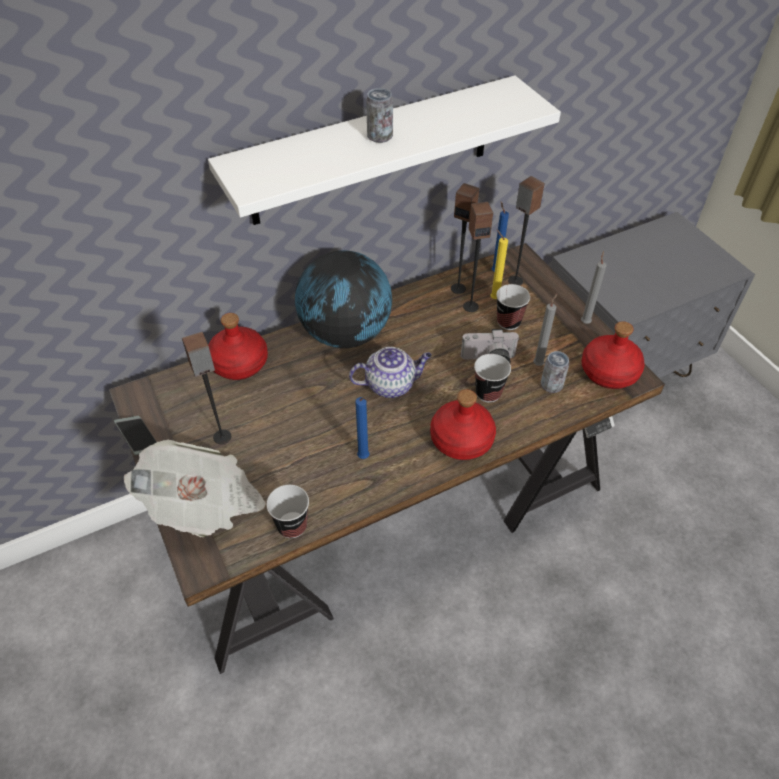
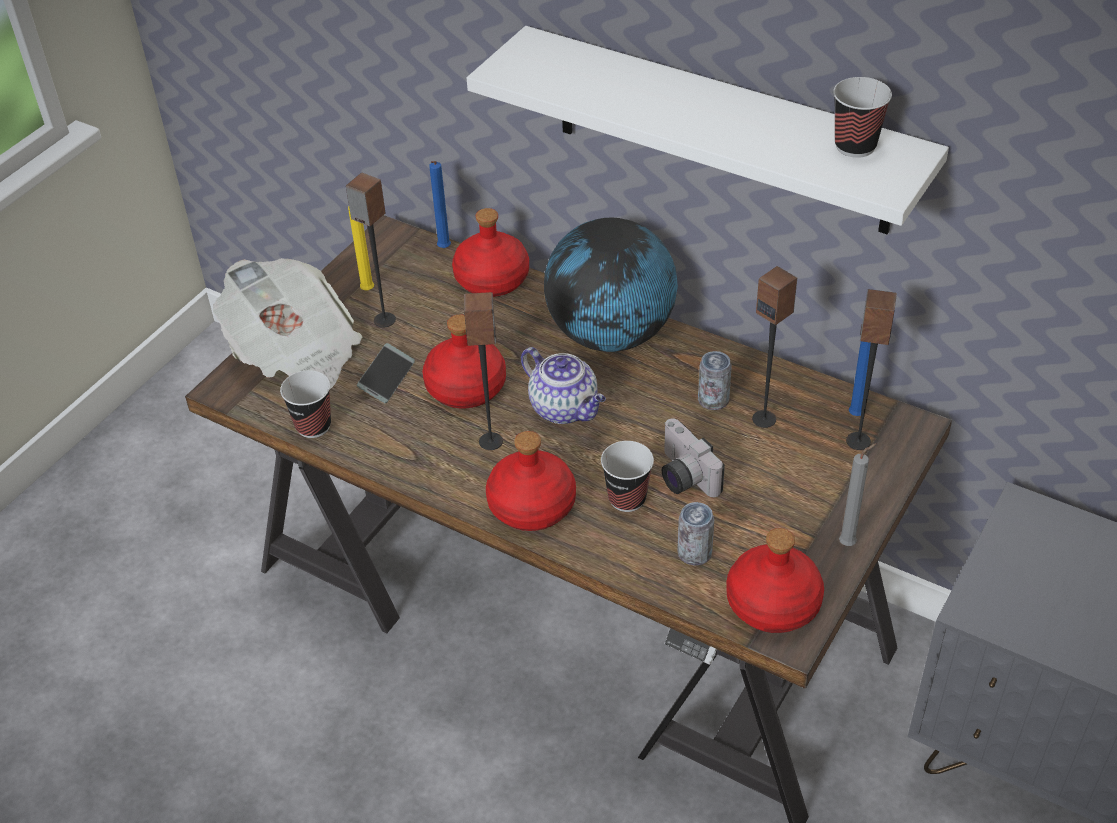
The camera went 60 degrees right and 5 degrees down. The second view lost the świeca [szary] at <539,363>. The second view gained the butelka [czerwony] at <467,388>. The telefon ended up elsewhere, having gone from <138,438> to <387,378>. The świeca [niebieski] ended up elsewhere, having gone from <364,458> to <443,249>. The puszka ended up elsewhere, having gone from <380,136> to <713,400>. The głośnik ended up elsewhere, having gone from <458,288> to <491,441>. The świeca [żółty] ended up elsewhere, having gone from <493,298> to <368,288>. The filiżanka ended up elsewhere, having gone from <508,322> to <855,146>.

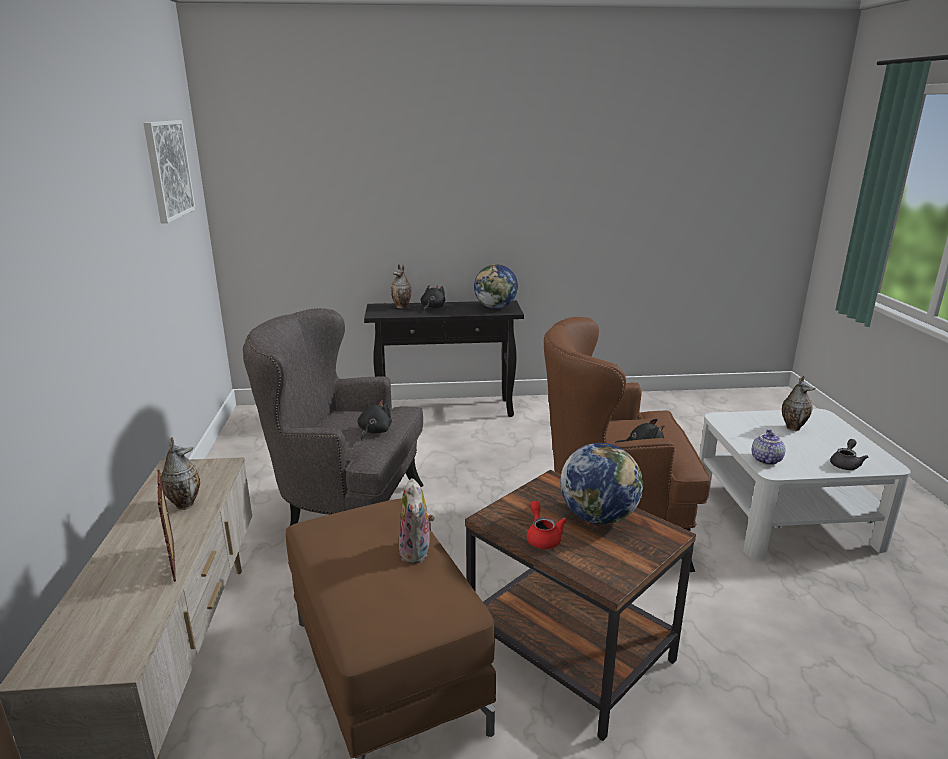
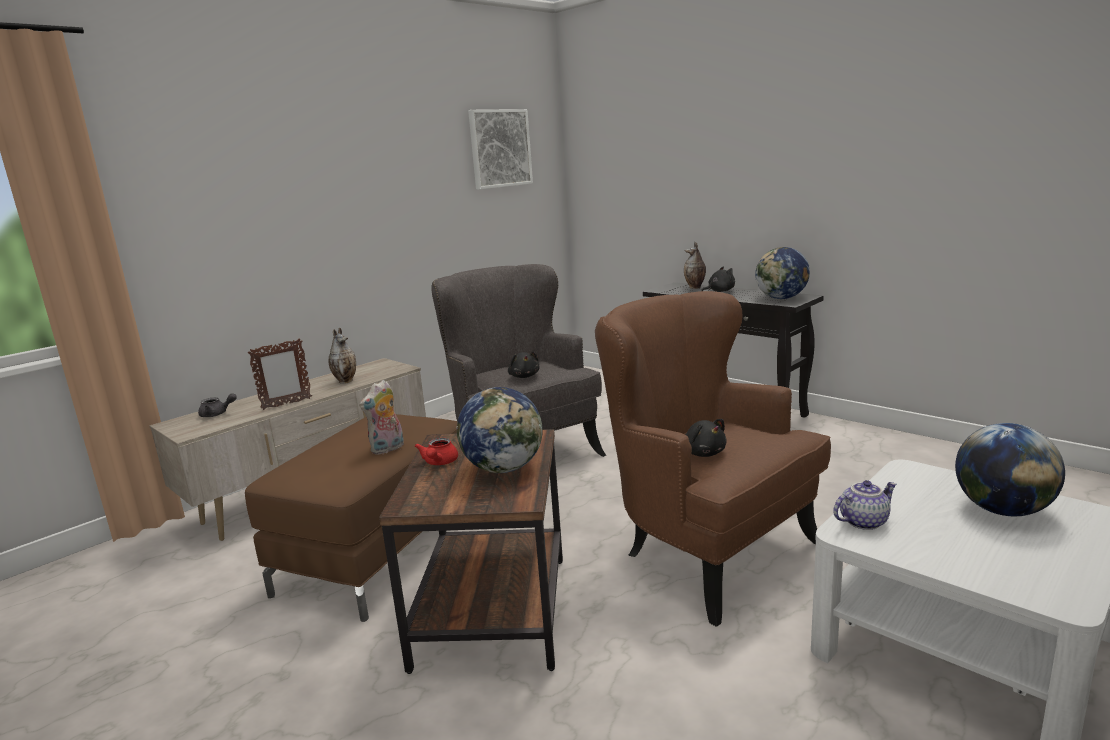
The camera went 50 degrees right and 5 degrees down. The imbryk [szary] ended up elsewhere, having gone from <845,464> to <217,414>. Where the wazon stood at <793,427>, the globus came to stand at <1002,510>. The ramka na zdjęcie at <174,561> ended up facing another way, 150 degrees counterclockwise from before. The pluszak [czarny] at <374,431> ended up facing another way, 90 degrees clockwise from before. The imbryk [czerwony] at <542,537> ended up facing another way, 150 degrees clockwise from before.

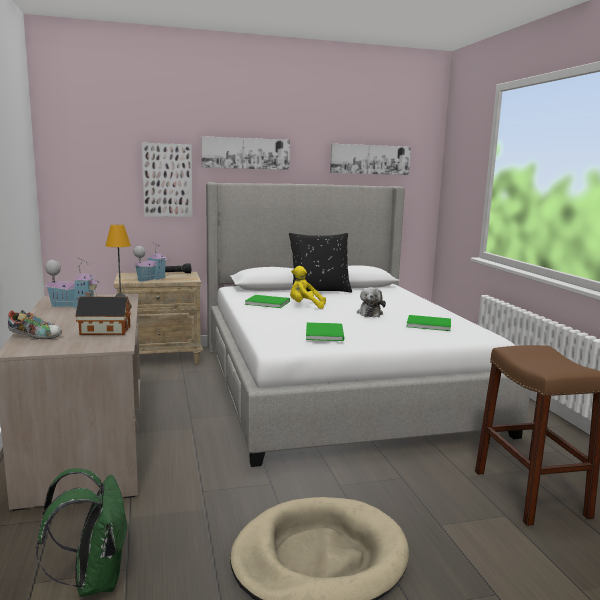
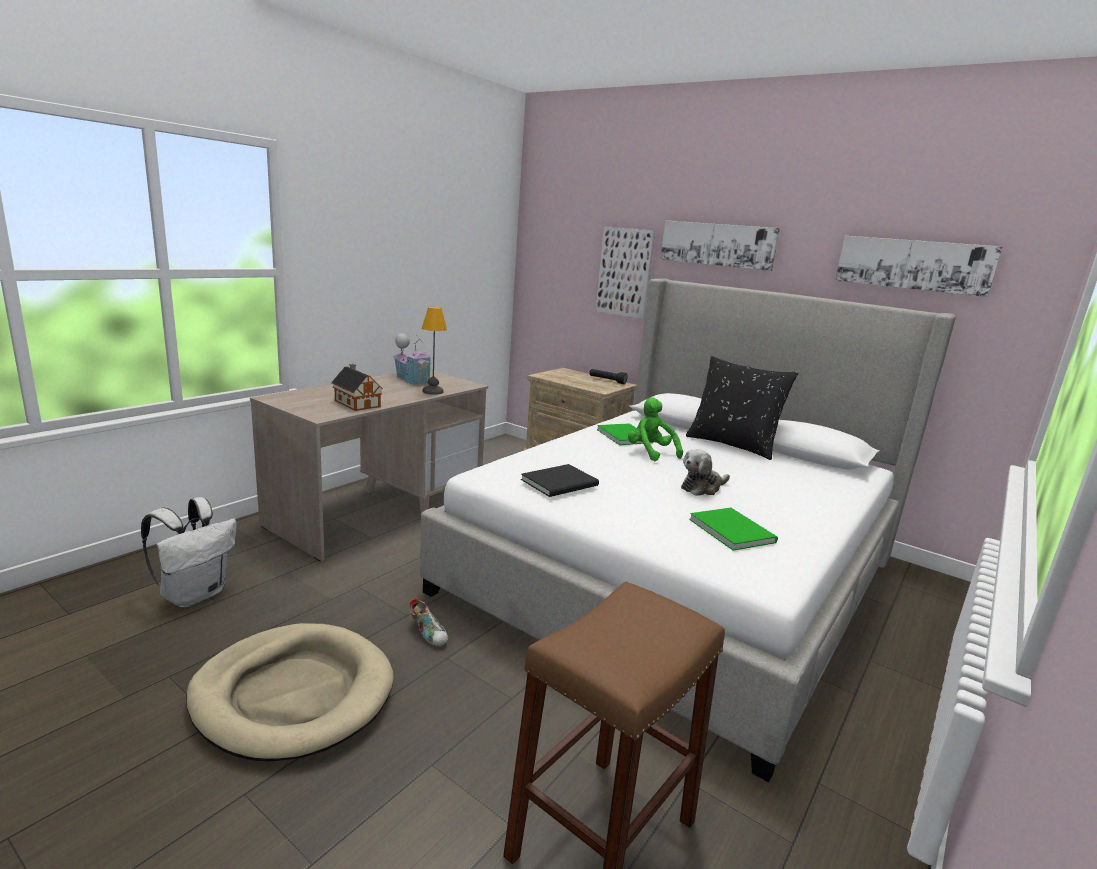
The camera went 50 degrees right and 5 degrees up. The second view lost the domek at <150,279>. The but ended up elsewhere, having gone from <35,337> to <429,633>. What was the plecak [zielony] at <94,580> turned into the plecak [biały] at <195,594>. What was the pluszak [żółty] at <305,306> turned into the pluszak [zielony] at <650,453>. What was the książka [zielony] at <325,333> turned into the książka [czarny] at <562,483>.

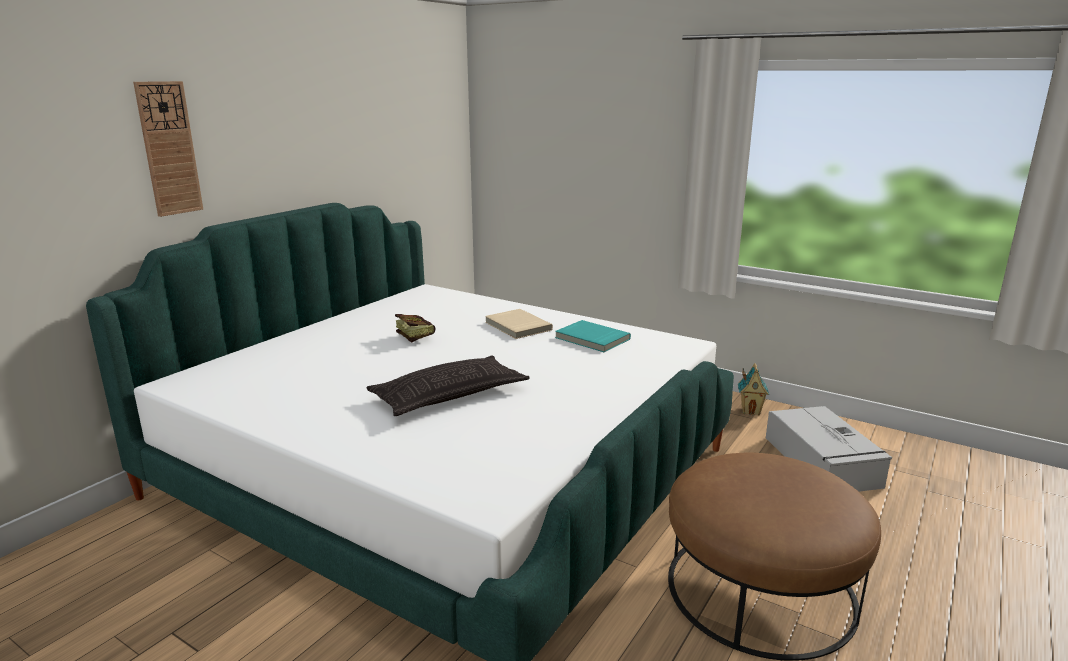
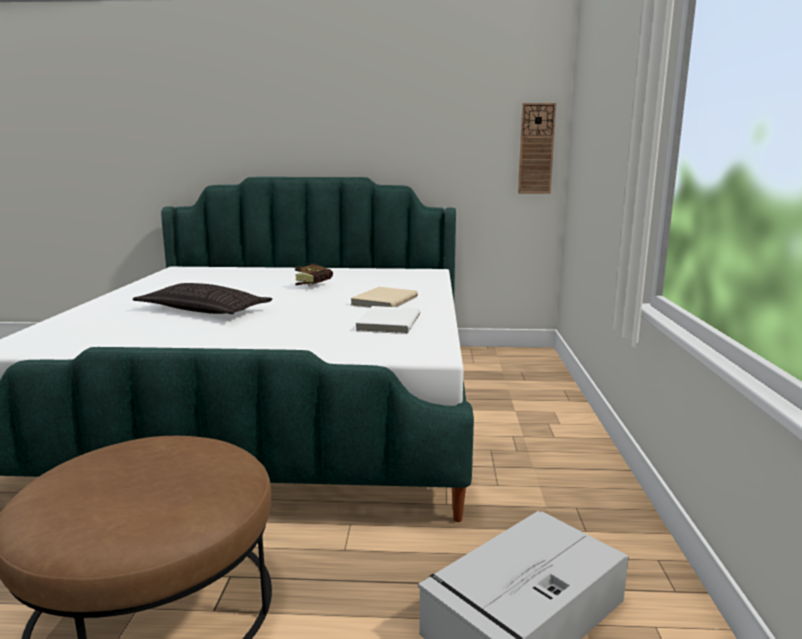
The camera went 60 degrees right and 5 degrees down. The second view lost the domek at <750,410>. The zegar ścienny ended up elsewhere, having gone from <169,149> to <536,149>. What was the książka [turkusowy] at <591,339> turned into the książka [biały] at <387,323>.

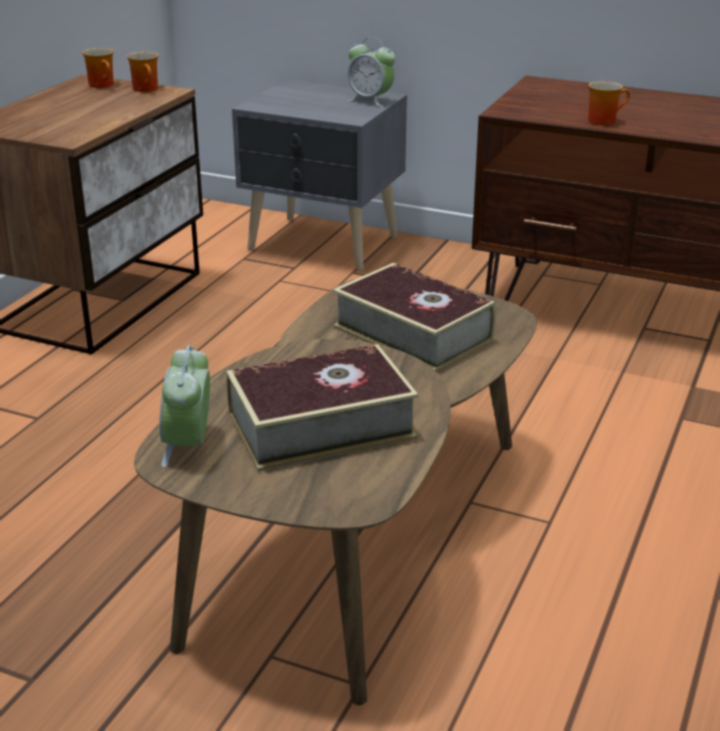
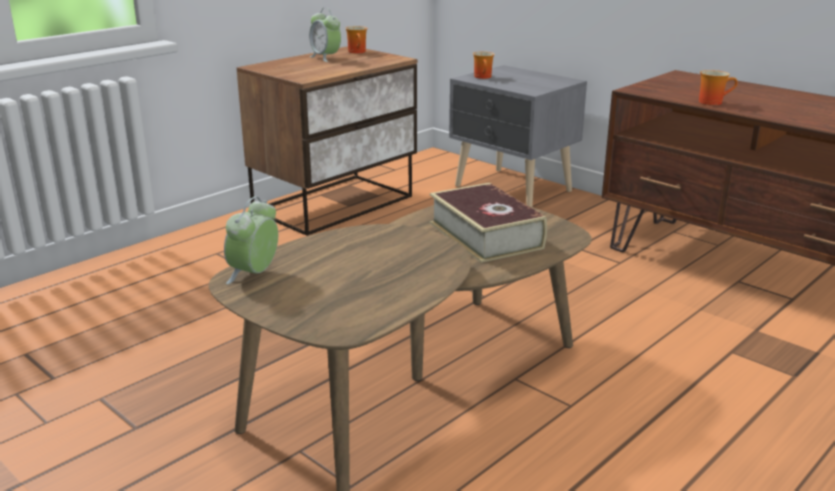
The camera went 20 degrees right and 5 degrees down. The second view lost the książka at <320,425>. The kubek ended up elsewhere, having gone from <148,89> to <484,77>. The budzik ended up elsewhere, having gone from <370,100> to <325,58>.

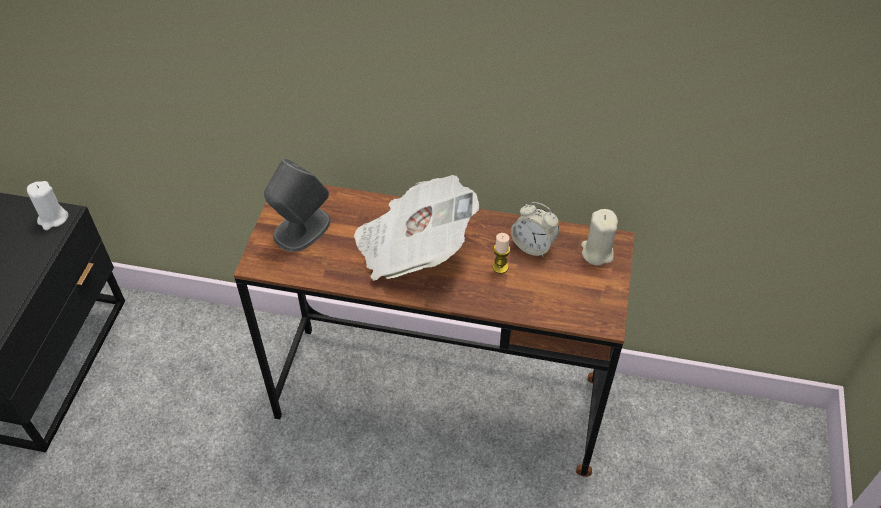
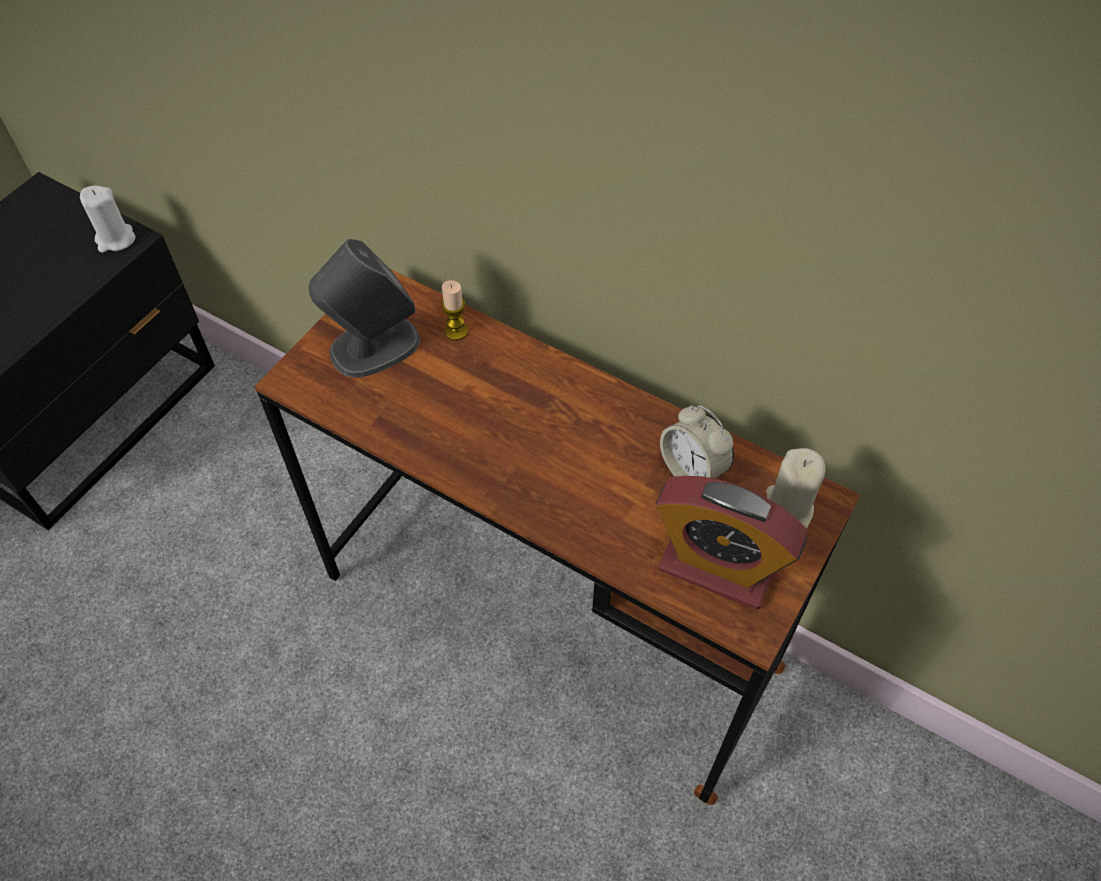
The camera went 20 degrees right and 5 degrees up. The second view lost the gazeta at <413,248>. The second view gained the budzik at <717,567>. The świeca ended up elsewhere, having gone from <500,267> to <456,332>.

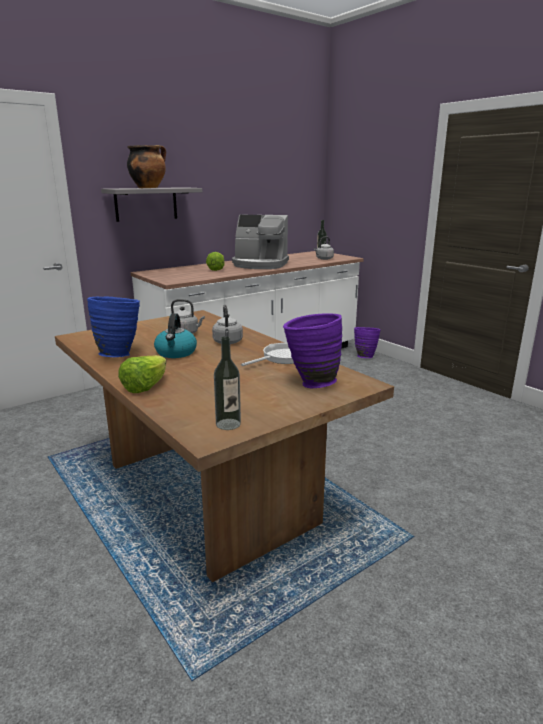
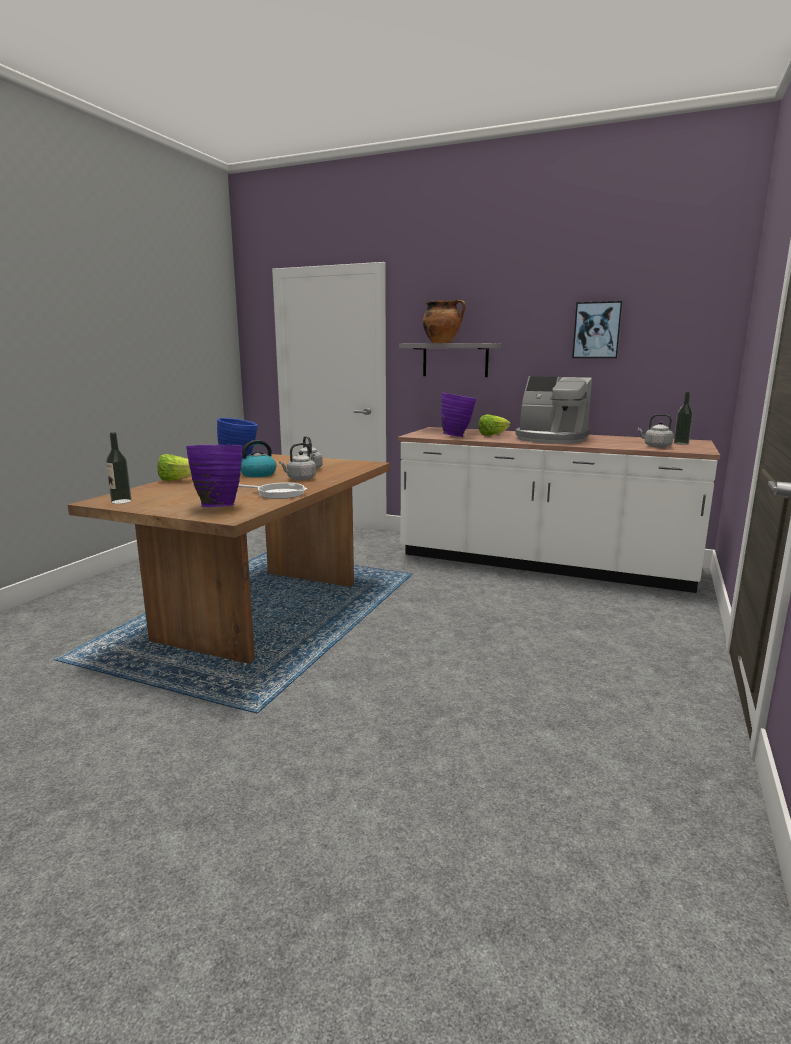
The camera went 60 degrees right and 5 degrees down. The second view gained the obraz at <597,330>. The wazon [fioletowy] ended up elsewhere, having gone from <364,356> to <457,436>. The ekspres do kawy at <260,265> ended up facing another way, 45 degrees counterclockwise from before.

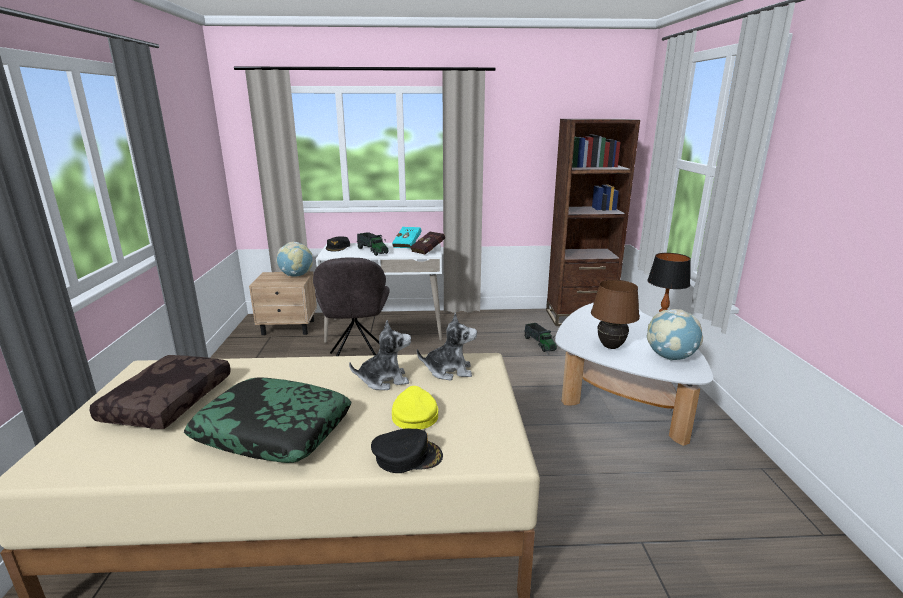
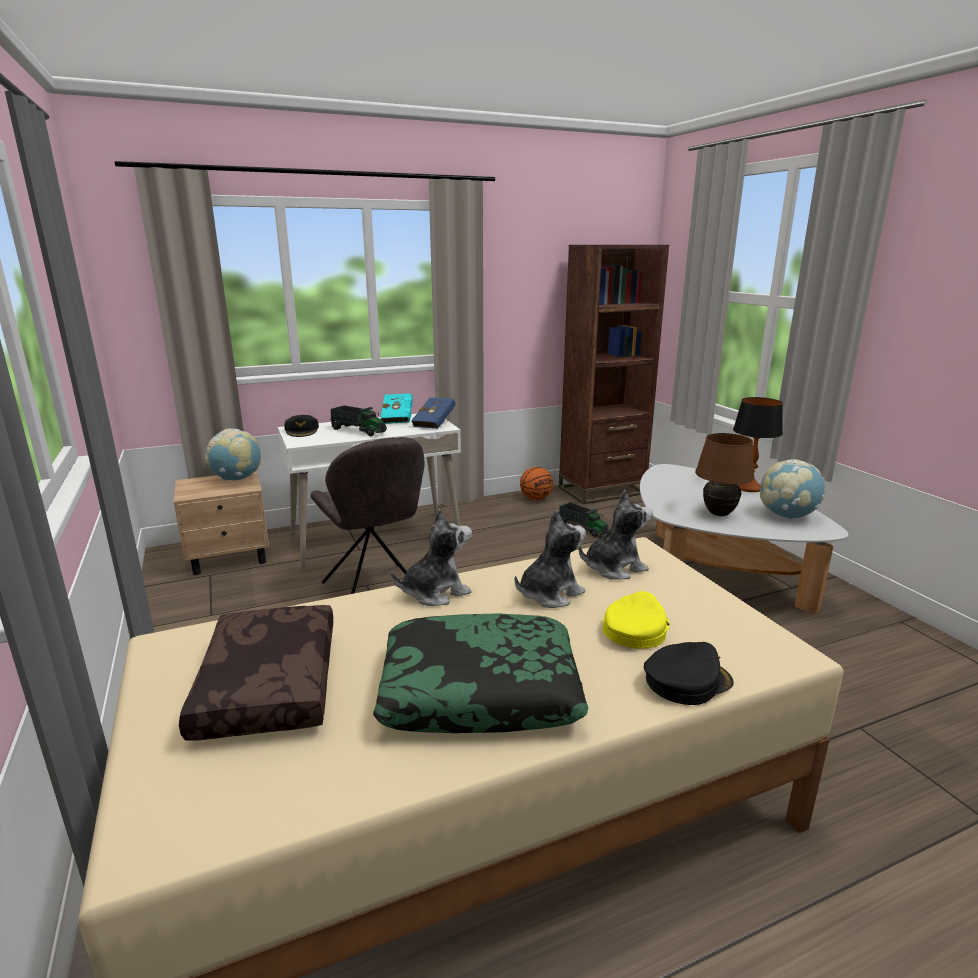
The camera went 20 degrees left and 0 degrees up. The second view gained the pluszak at <435,592>. The second view gained the piłka do koszykówki at <536,498>. What was the książka [czerwony] at <429,251> turned into the książka [niebieski] at <435,424>. The czapka z daszkiem [żółty] at <414,414> ended up facing another way, 60 degrees clockwise from before.

